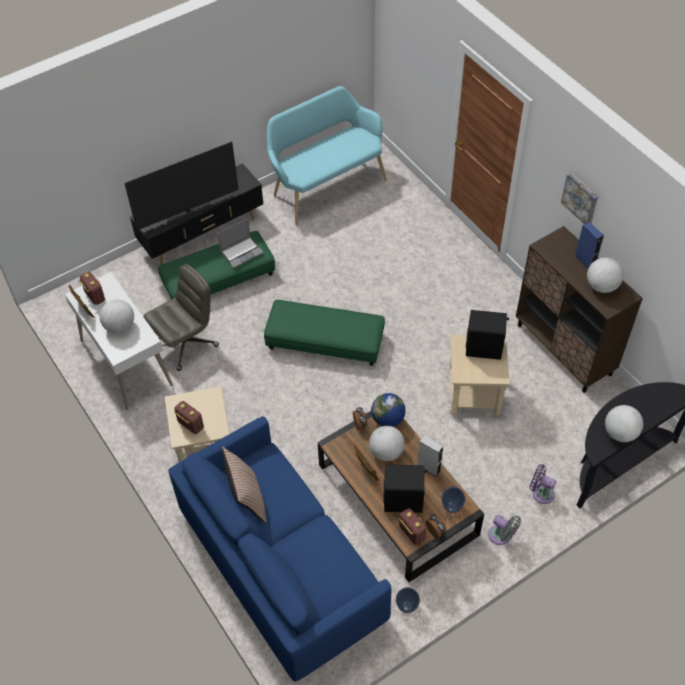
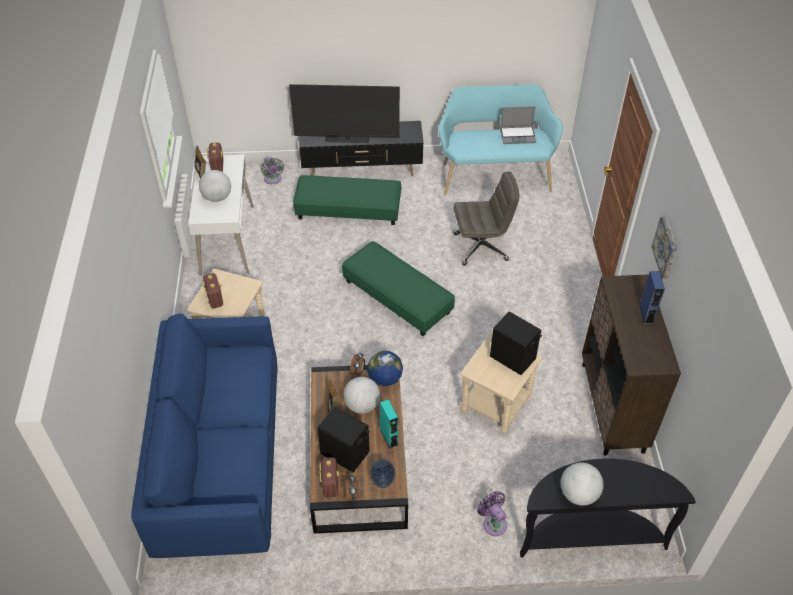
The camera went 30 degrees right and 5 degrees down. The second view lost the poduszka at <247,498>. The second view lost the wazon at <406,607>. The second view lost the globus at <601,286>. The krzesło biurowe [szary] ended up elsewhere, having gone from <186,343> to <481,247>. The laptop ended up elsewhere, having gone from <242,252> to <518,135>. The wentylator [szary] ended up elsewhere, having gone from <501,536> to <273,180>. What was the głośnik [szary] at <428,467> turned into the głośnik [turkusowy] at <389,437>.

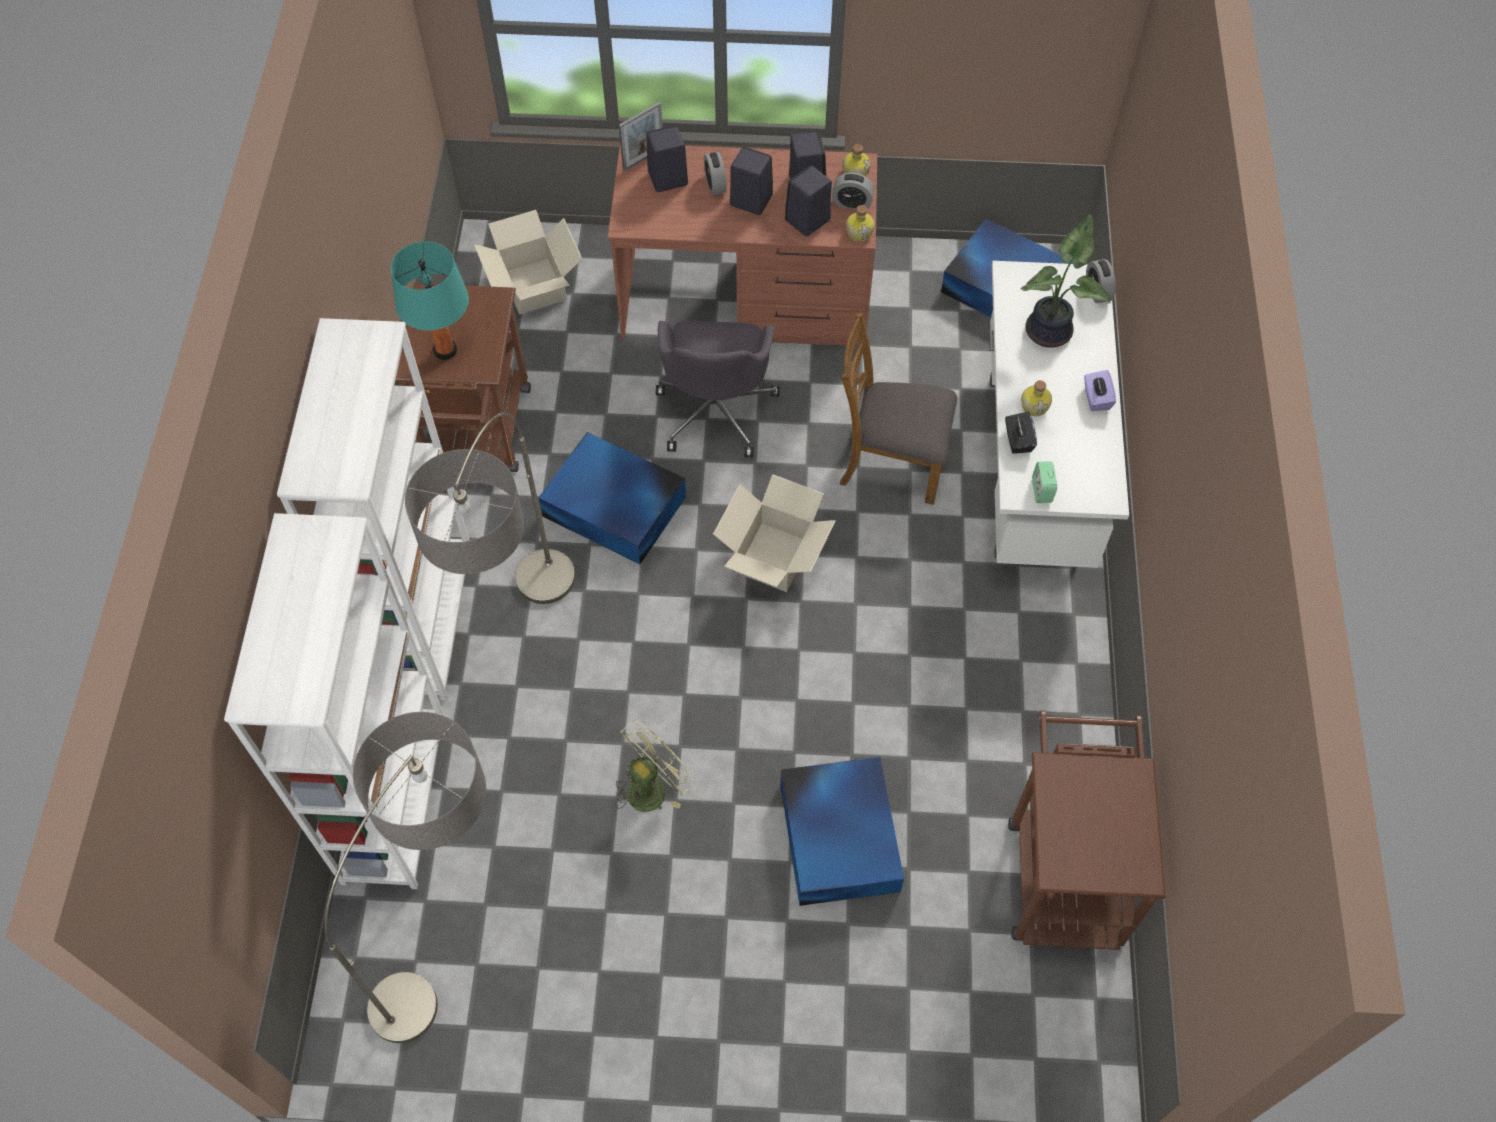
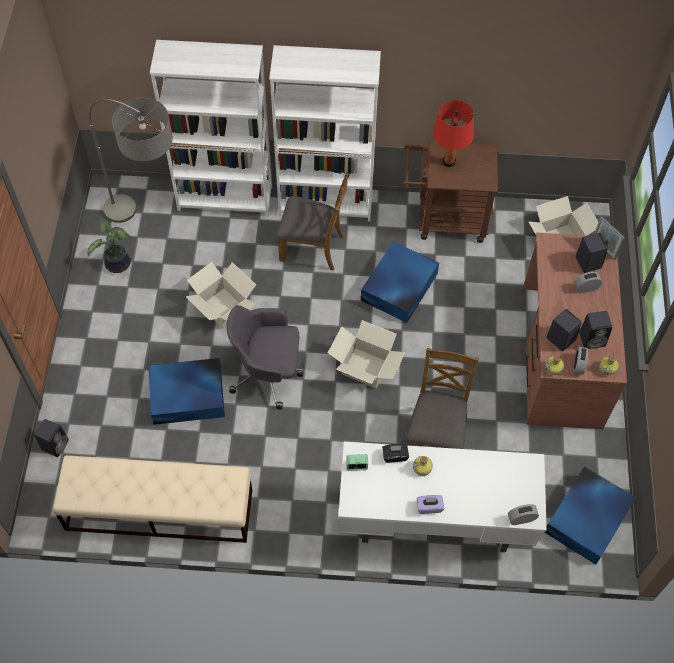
The camera went 90 degrees right and 0 degrees up. The krzesło biurowe [szary] ended up elsewhere, having gone from <716,410> to <268,373>. The głośnik [czarny] ended up elsewhere, having gone from <749,200> to <55,444>. The roślina doniczkowa ended up elsewhere, having gone from <1051,331> to <118,265>. Where the lampa stojąca stood at <524,640>, the krzesło [brązowy] came to stand at <313,247>. Where the wentylator [zielony] stood at <652,786>, the karton came to stand at <224,308>. Where the wózek [brązowy] stood at <1063,868>, the ławka [beżowy] came to stand at <159,510>. What was the lampa stołowa [turkusowy] at <445,350> turned into the lampa stołowa [czerwony] at <449,161>.

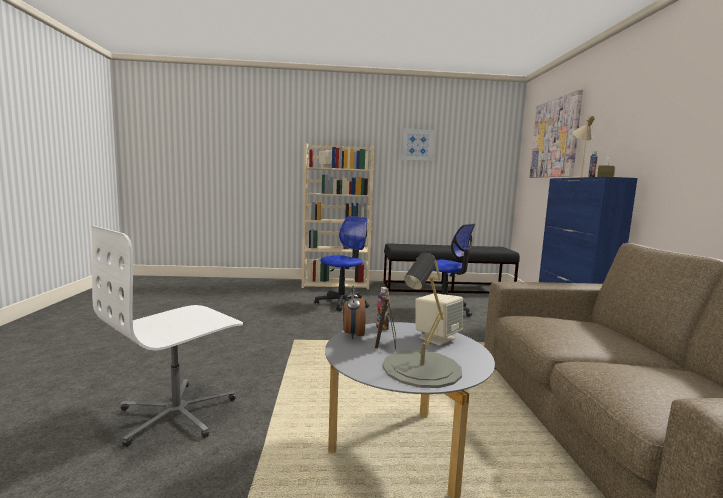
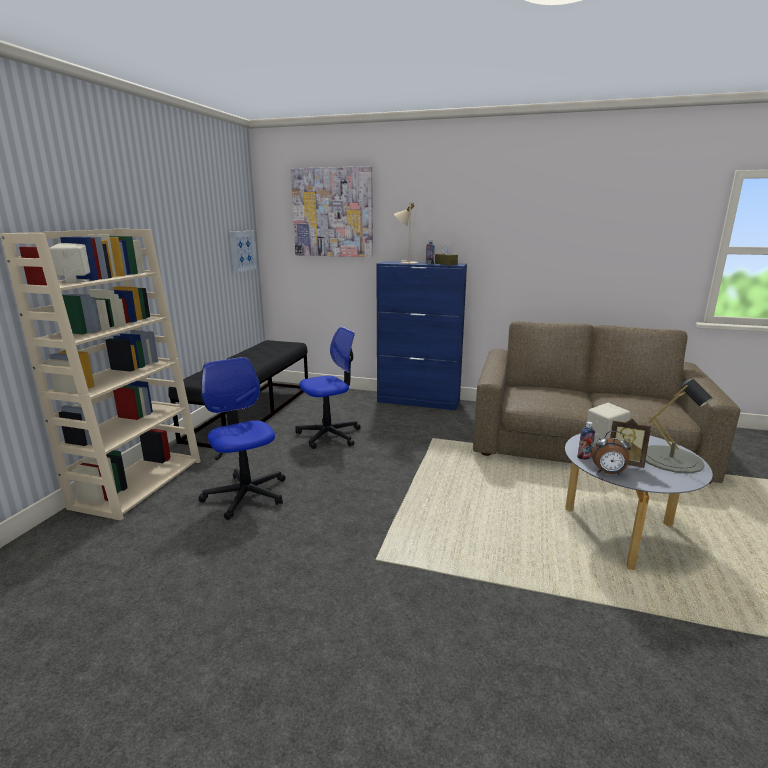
The camera went 70 degrees left and 10 degrees up. The second view lost the krzesło biurowe [biały] at <177,414>. The obraz ended up elsewhere, having gone from <417,145> to <243,251>.

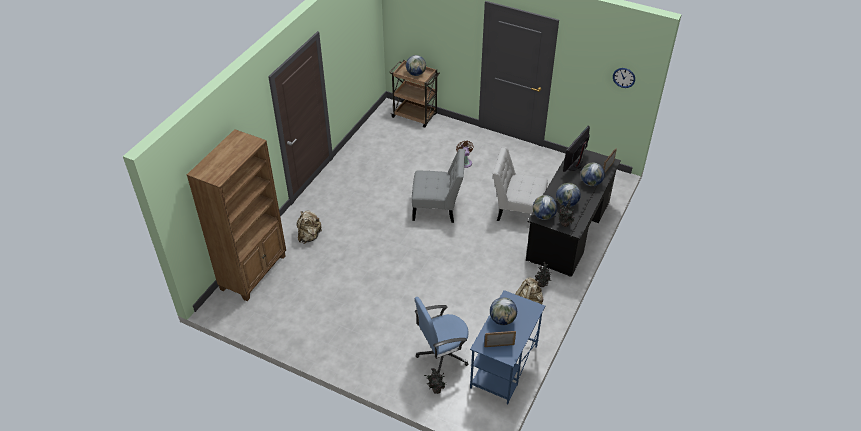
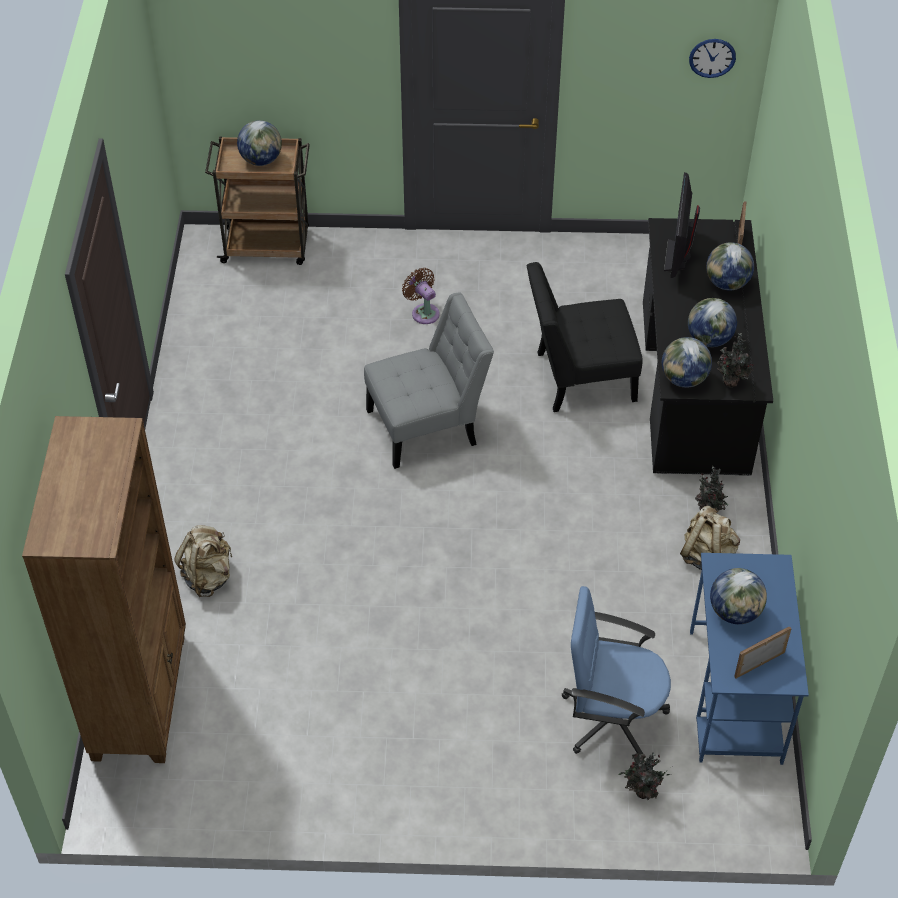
The camera went 25 degrees left and 5 degrees up. What was the krzesło [biały] at <517,210> turned into the krzesło [czarny] at <579,377>. The krzesło biurowe [niebieski] at <442,354> ended up facing another way, 60 degrees clockwise from before.

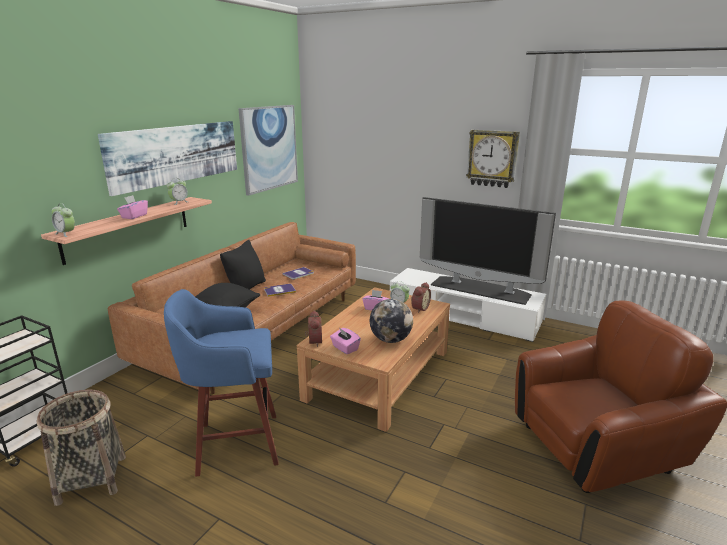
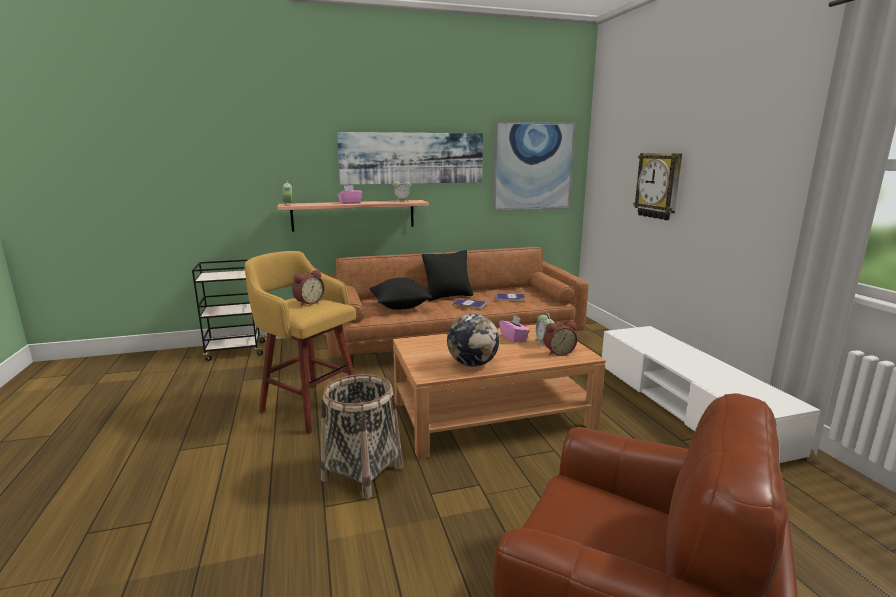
The camera went 45 degrees right and 5 degrees down. The second view lost the pudełko chusteczek [różowy] at <345,348>. The second view lost the telewizor at <480,289>. The koszyk ended up elsewhere, having gone from <91,479> to <362,473>. The budzik ended up elsewhere, having gone from <313,341> to <308,302>. The zegar ścienny ended up elsewhere, having gone from <492,158> to <659,186>. What was the stołek [niebieski] at <235,444> turned into the stołek [żółty] at <309,406>.

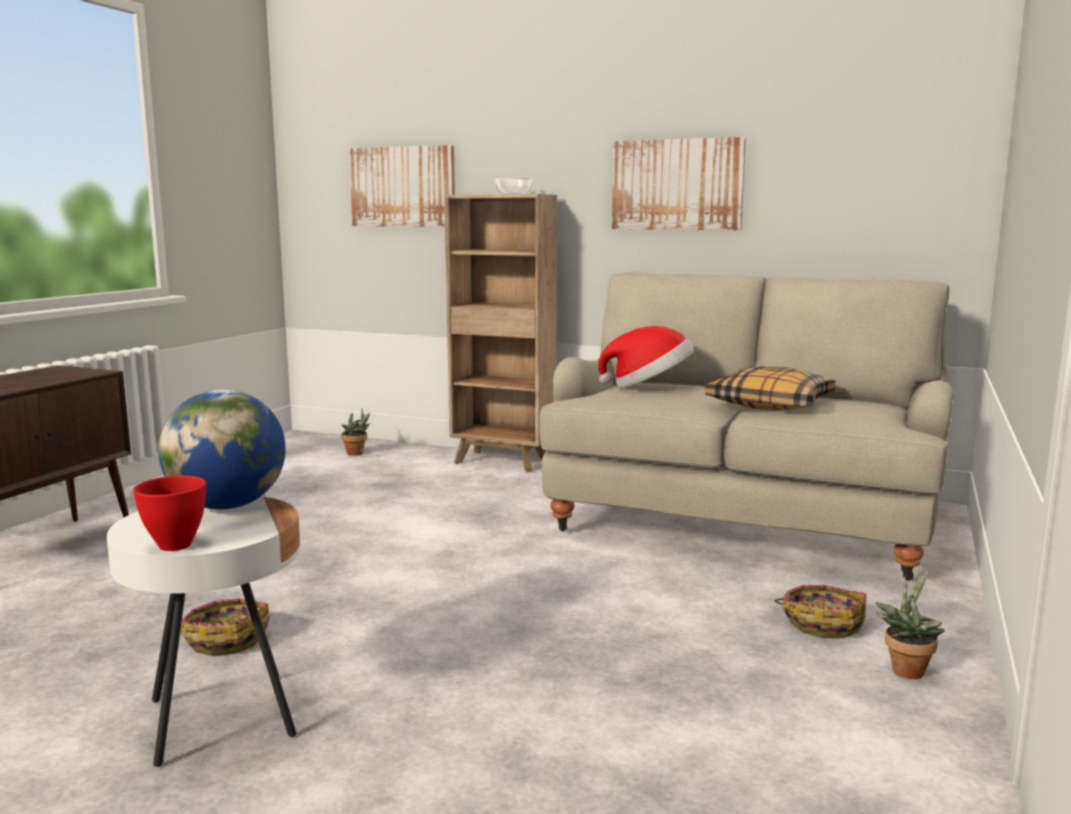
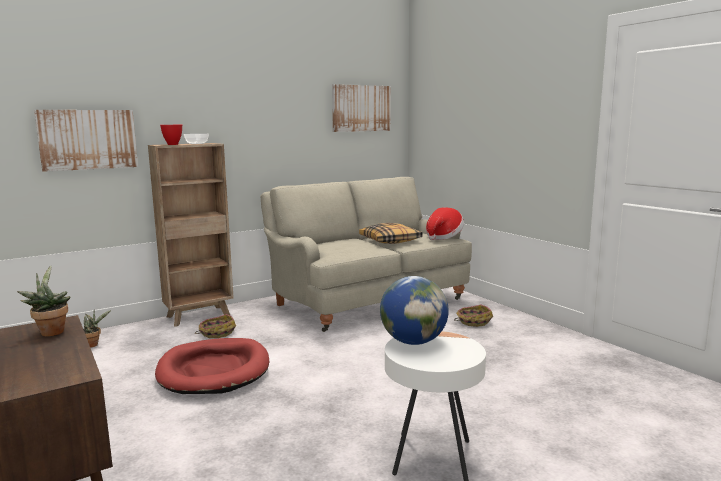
The camera went 55 degrees left and 0 degrees up. The second view gained the legowisko [czerwony] at <214,370>. The miska [czerwony] ended up elsewhere, having gone from <176,545> to <173,144>. The koszyk ended up elsewhere, having gone from <226,639> to <216,333>. The kapelusz ended up elsewhere, having gone from <648,386> to <443,237>. The obraz ended up elsewhere, having gone from <677,185> to <361,108>. The roślina doniczkowa ended up elsewhere, having gone from <906,669> to <51,332>.

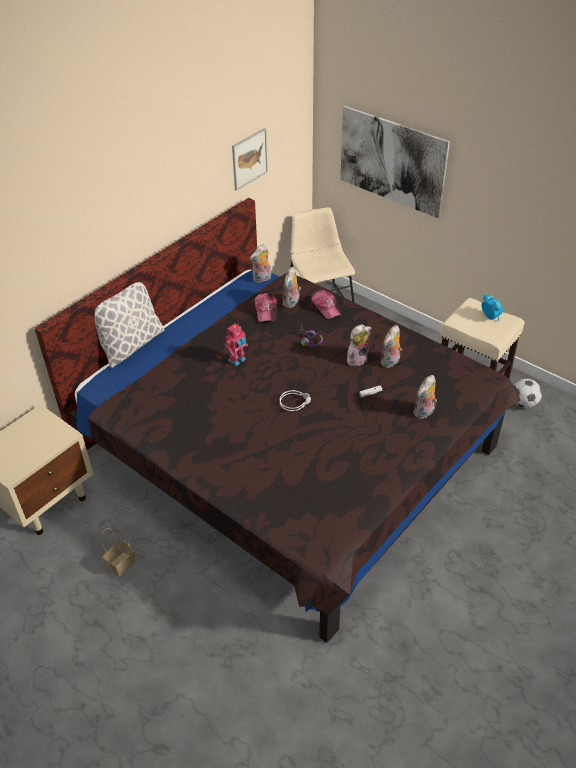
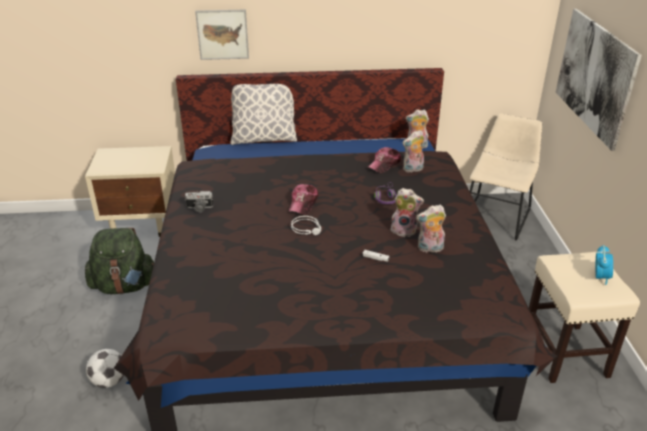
The camera went 45 degrees right and 10 degrees down. The second view lost the robot zabawkowy at <237,360>. The second view lost the pluszak at <424,413>. The second view gained the aparat fotograficzny at <199,208>. The obraz ended up elsewhere, having gone from <249,159> to <222,34>. The czapka z daszkiem ended up elsewhere, having gone from <326,307> to <303,203>. The piłka futbolowa ended up elsewhere, having gone from <523,403> to <109,381>. Where the koszyk stood at <121,563>, the plecak [zielony] came to stand at <124,286>.

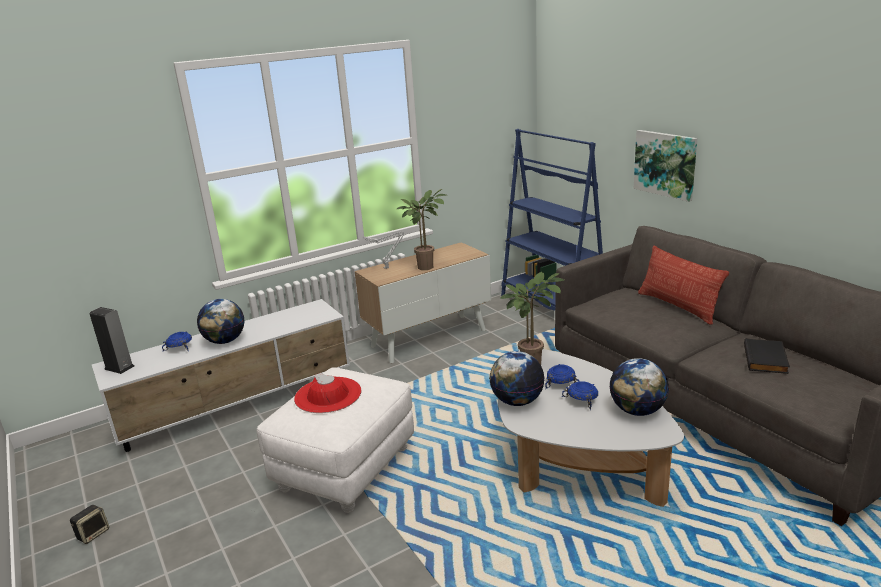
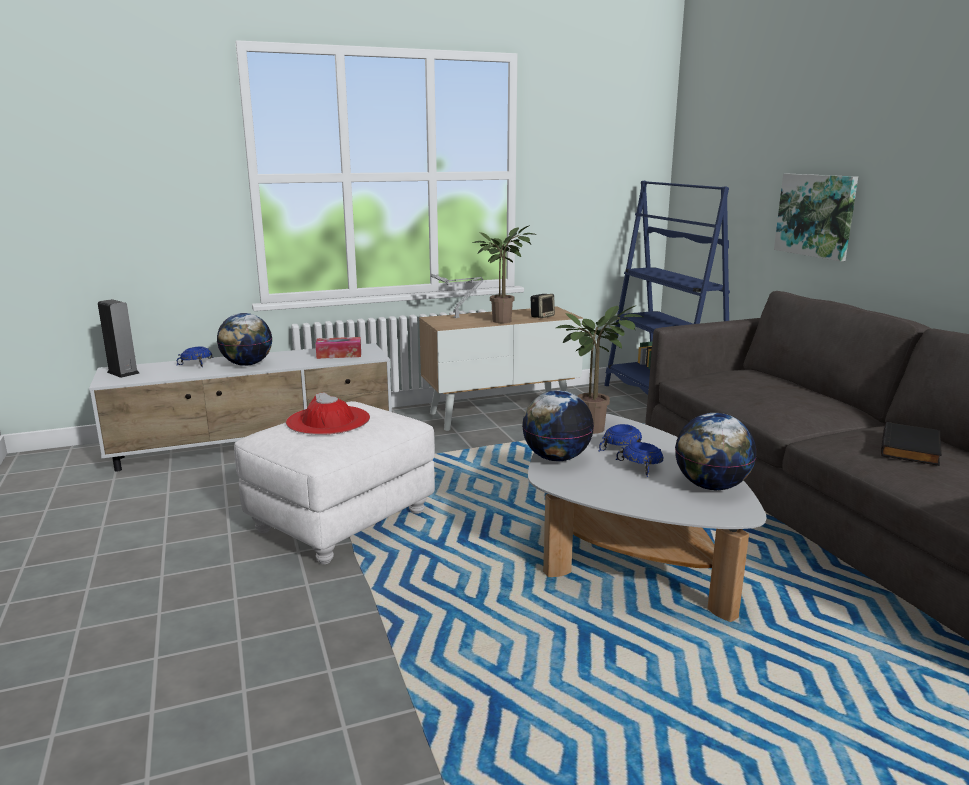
The camera went 10 degrees right and 5 degrees down. The second view lost the poduszka at <678,306>. The second view gained the pudełko chusteczek at <339,354>. The głośnik ended up elsewhere, having gone from <93,533> to <542,316>.

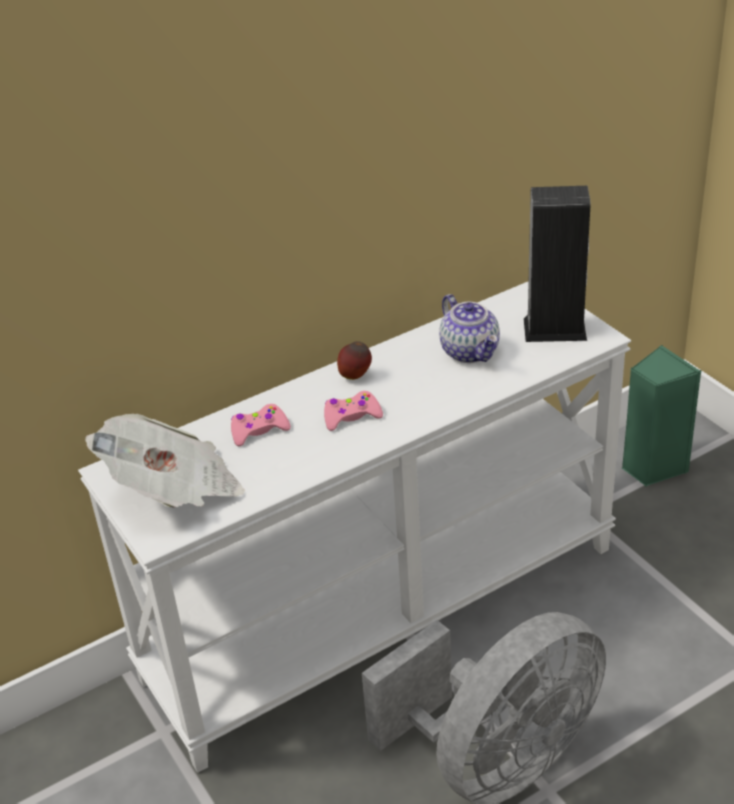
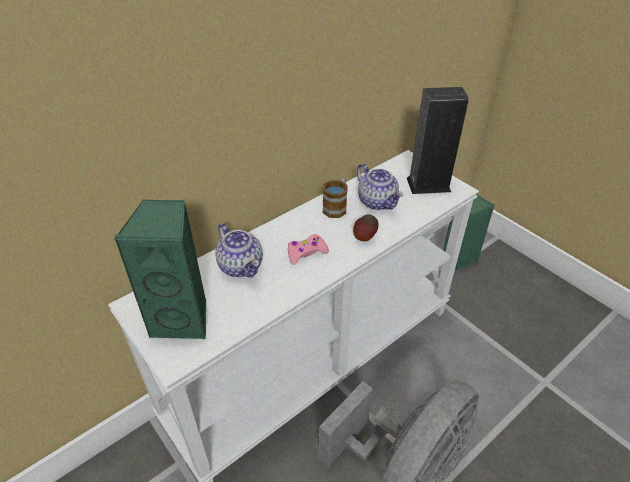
The camera went 10 degrees left and 5 degrees up. The second view gained the kubek at <336,207>. The jabłko ended up elsewhere, having gone from <355,376> to <364,238>. Where the gazeta stood at <174,490>, the głośnik [zielony] came to stand at <183,319>. Where the pad do gier [różowy] stood at <259,430>, the imbryk came to stand at <241,266>.

